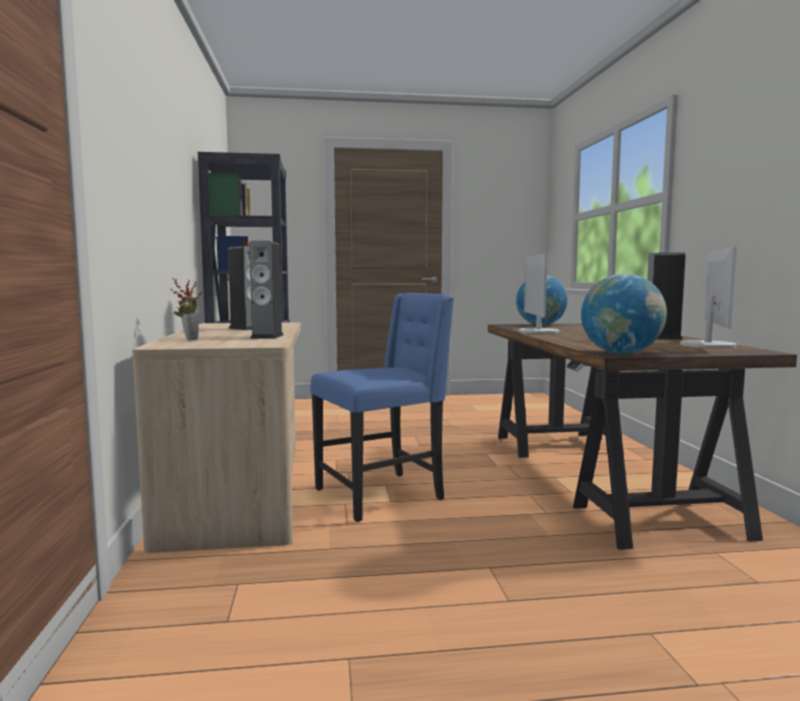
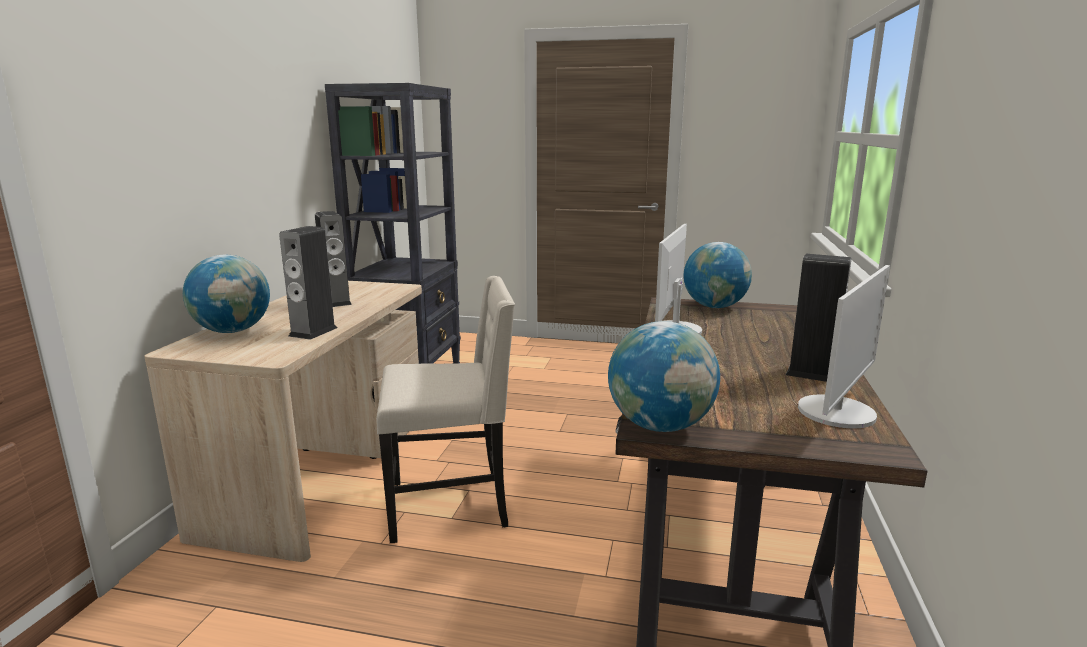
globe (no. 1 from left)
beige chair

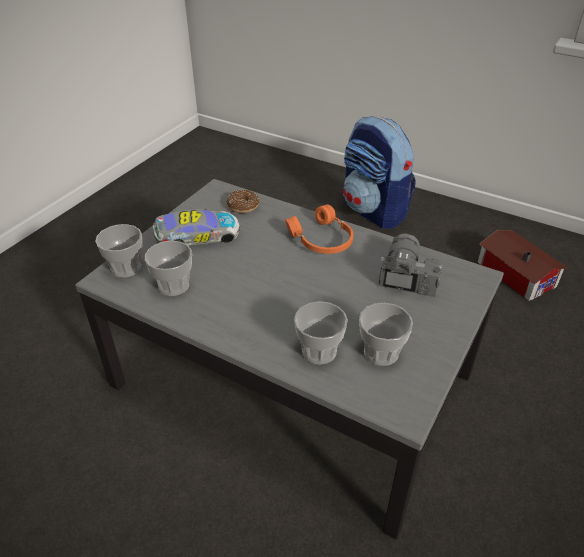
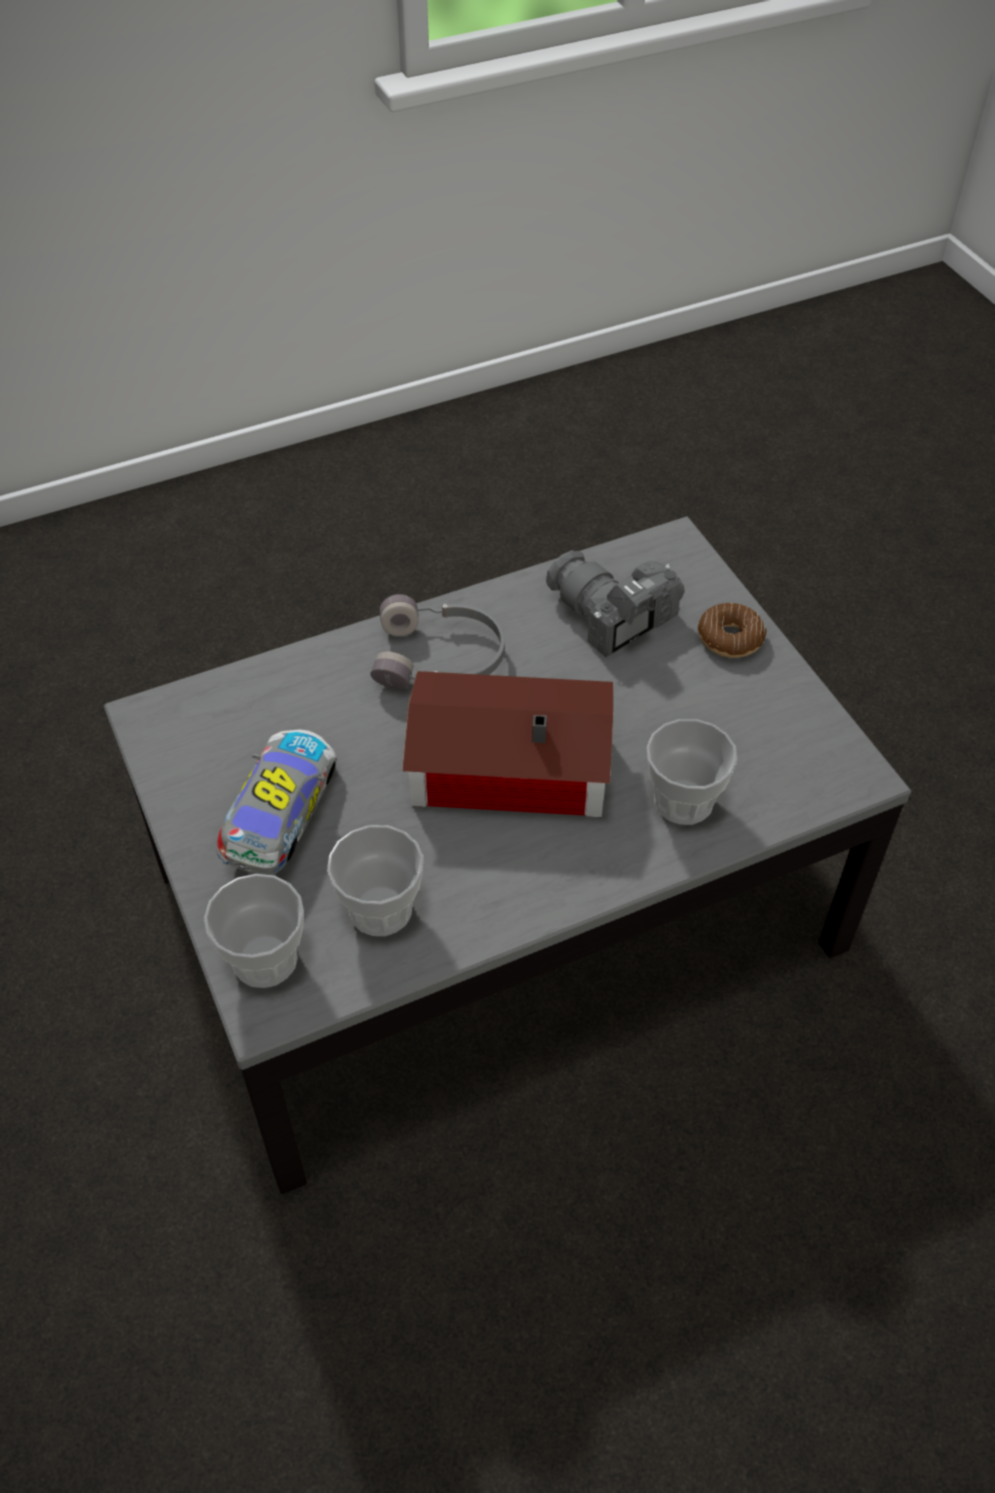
backpack
donut
grey headphones
toy house
cup (no. 4 from left in the first image)

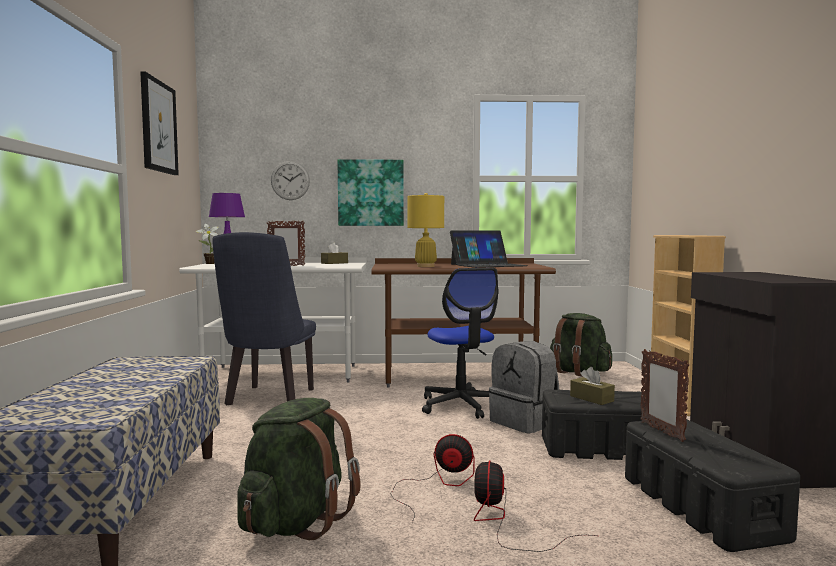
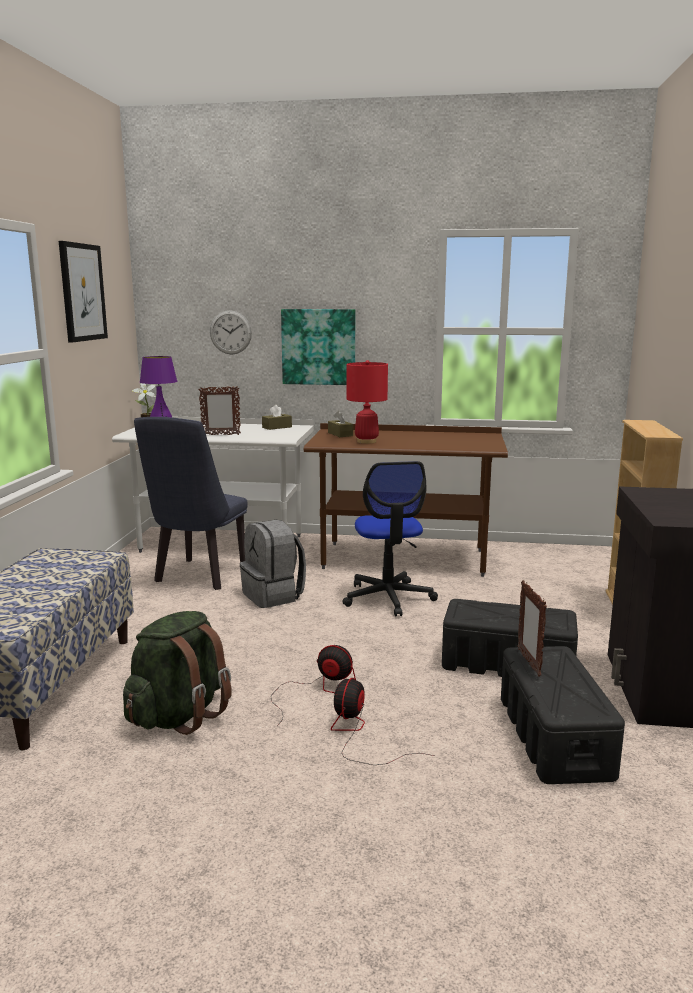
red table lamp
laptop
green backpack (no. 2 from left in the first image)
grey backpack
brown tissue box (no. 2 from left)

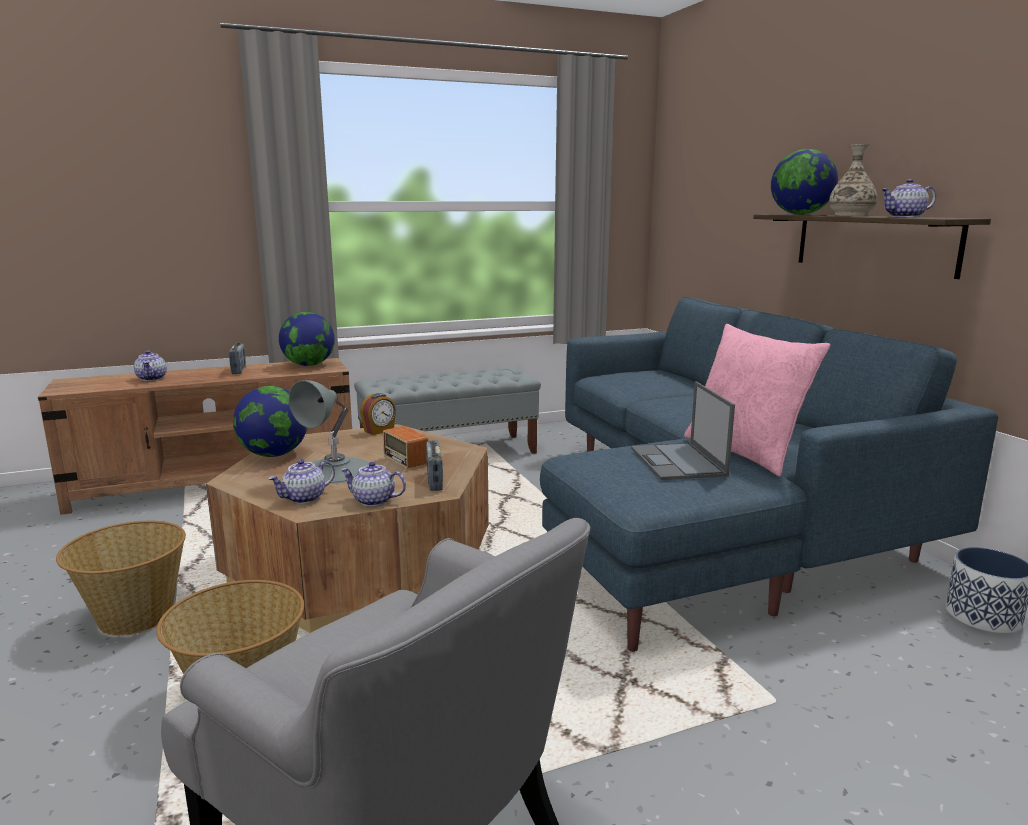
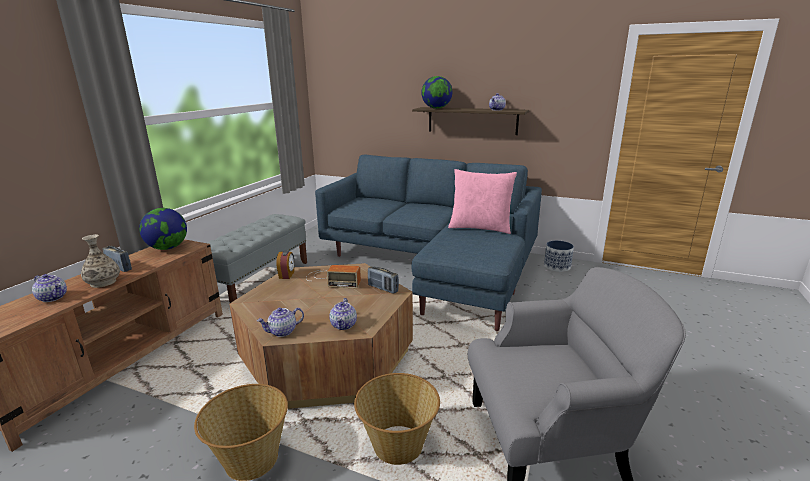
vase
grey table lamp
laptop
globe (no. 1 from left in the first image)
teapot (no. 2 from left)

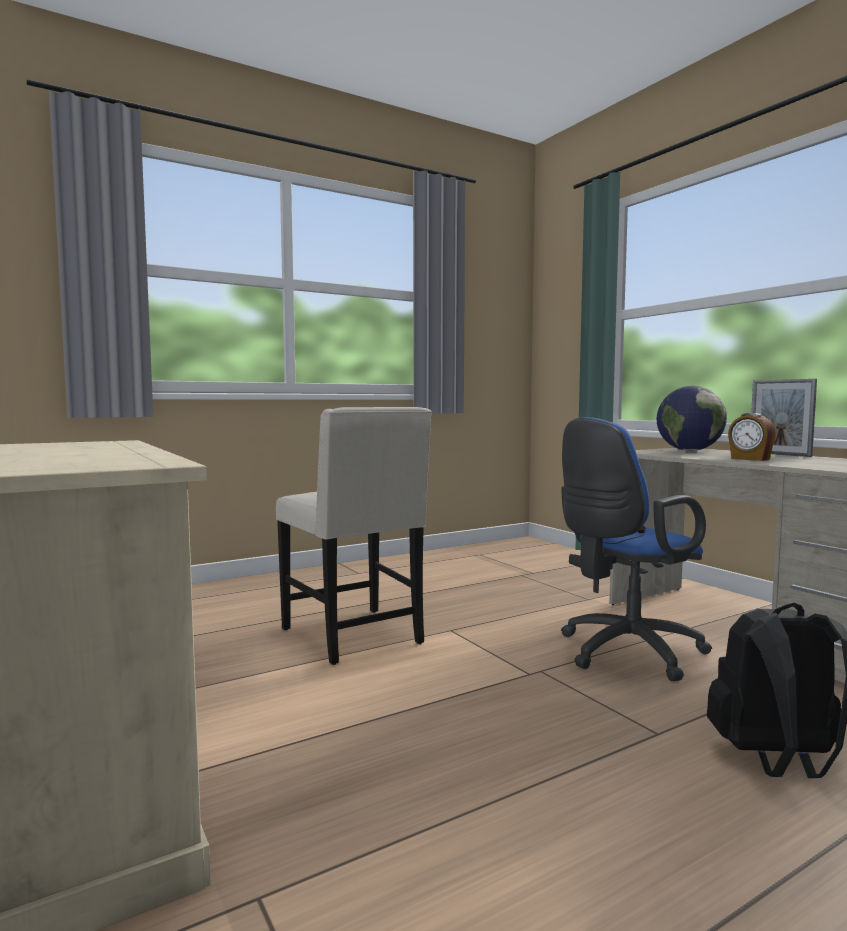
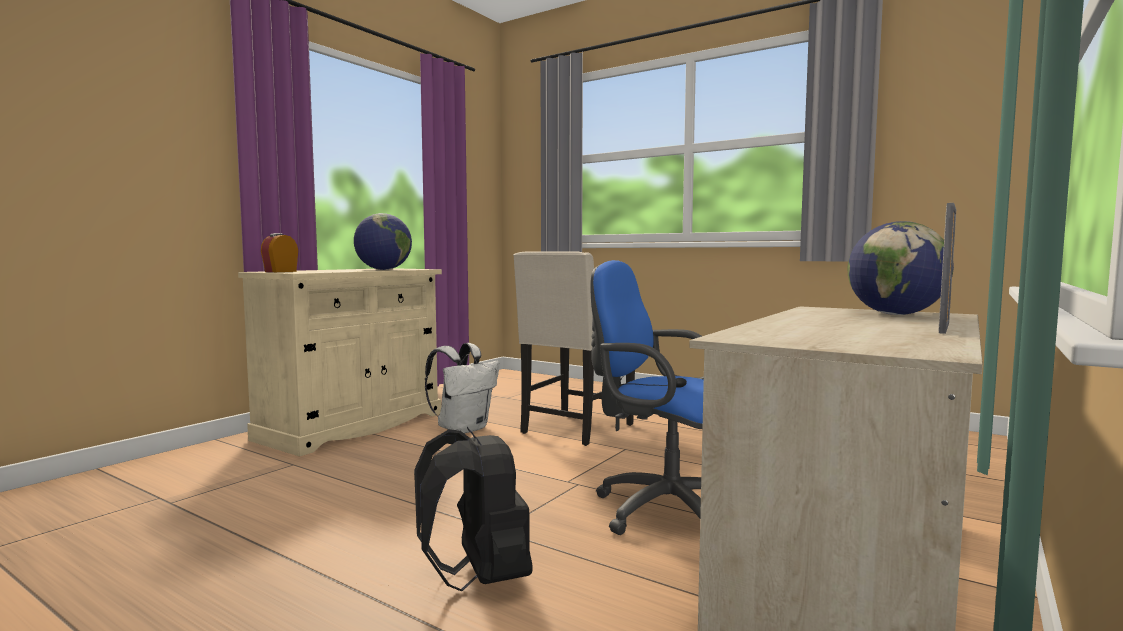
alarm clock
globe (no. 1 from left)
white backpack

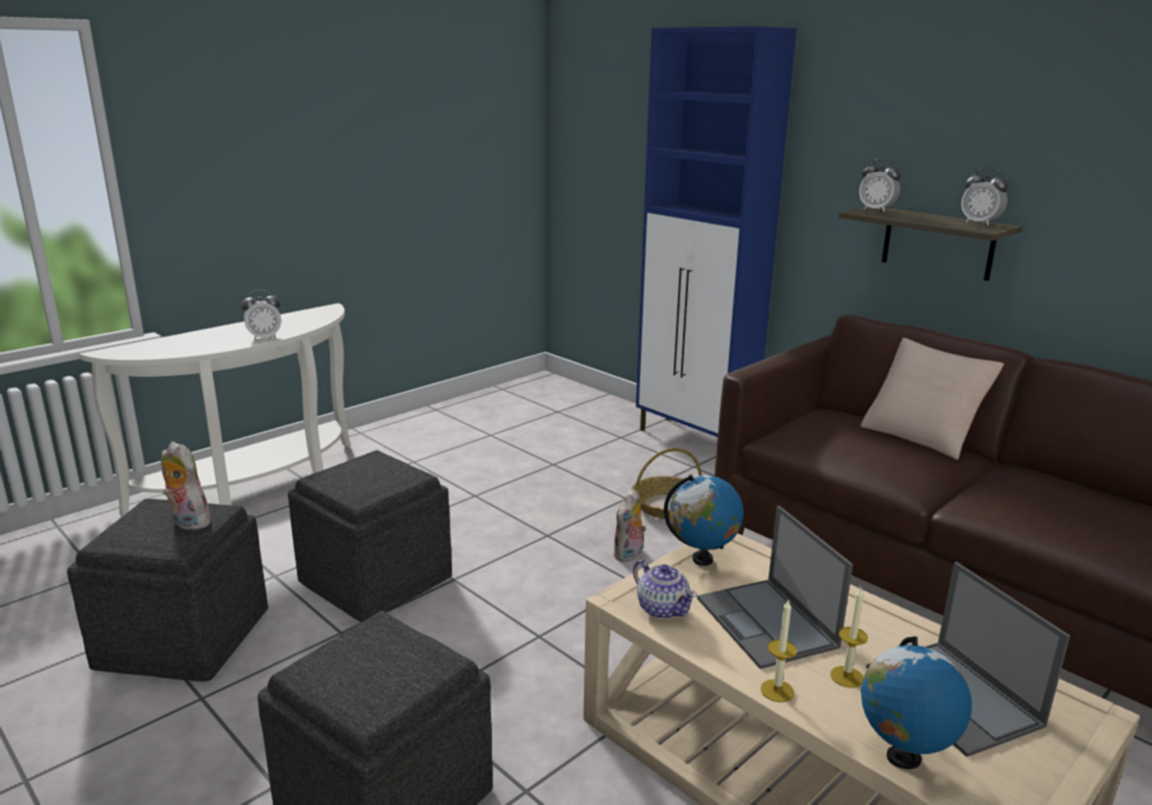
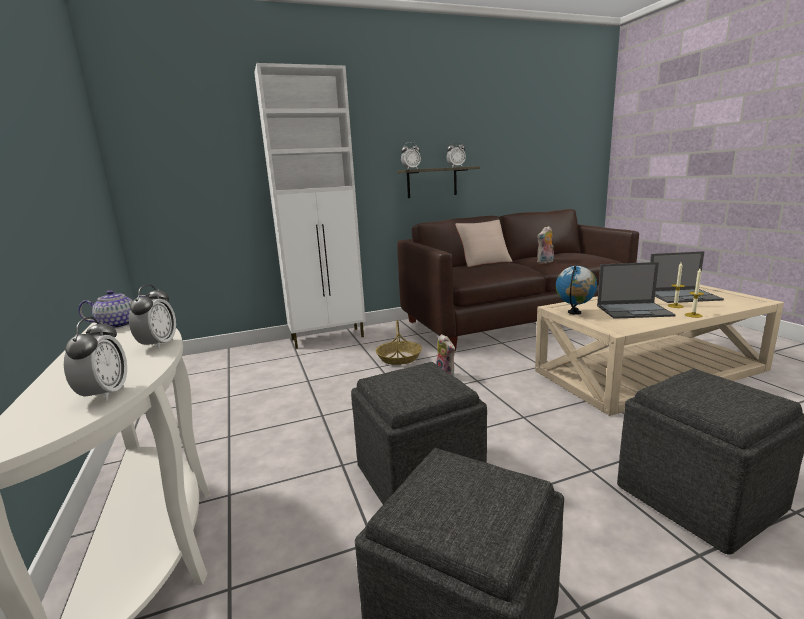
white cabinet
plush toy (no. 2 from left)
teapot
globe (no. 2 from left in the first image)
alarm clock (no. 1 from left)

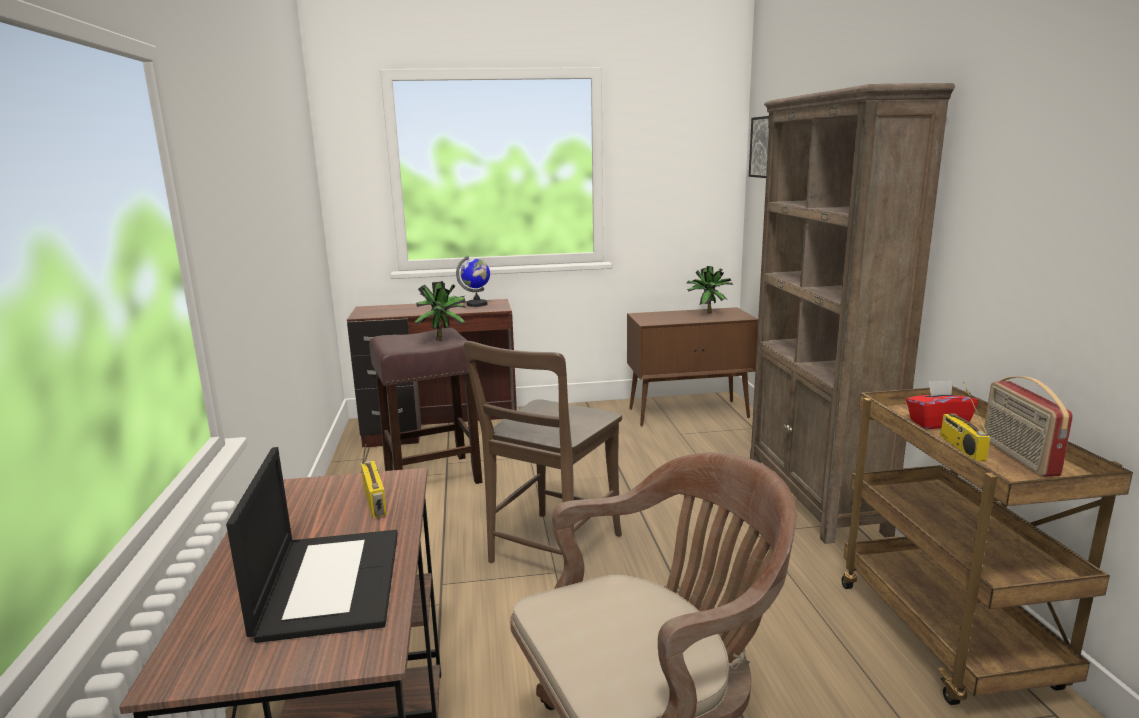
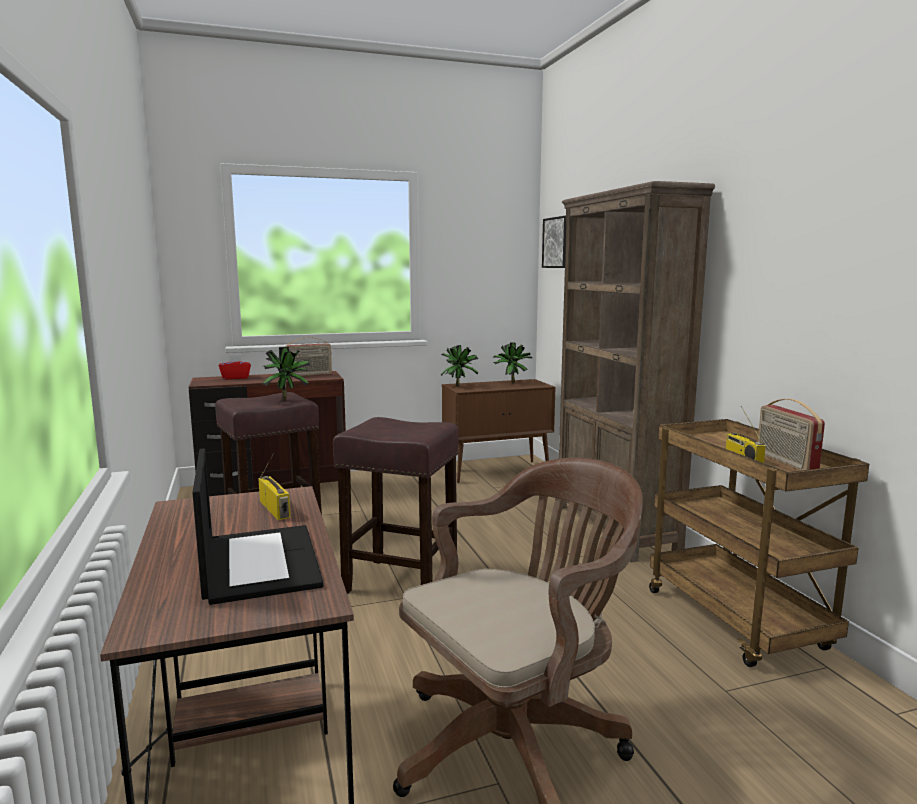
radio (no. 2 from left)
brown stool (no. 2 from left)
red tissue box
potted plant (no. 2 from left)

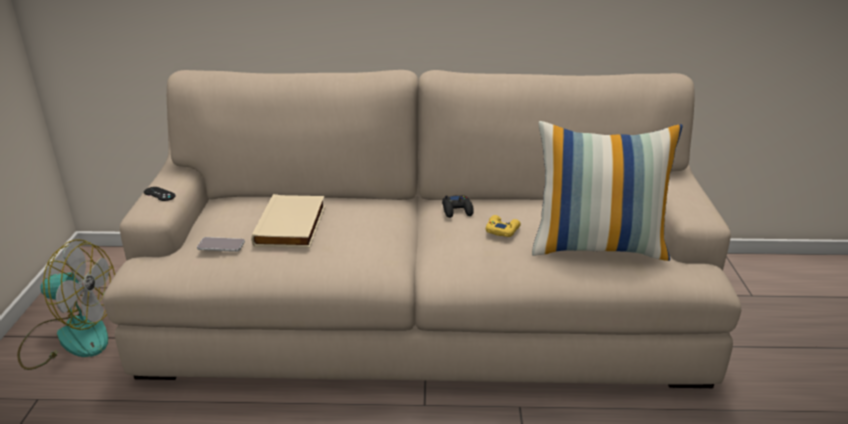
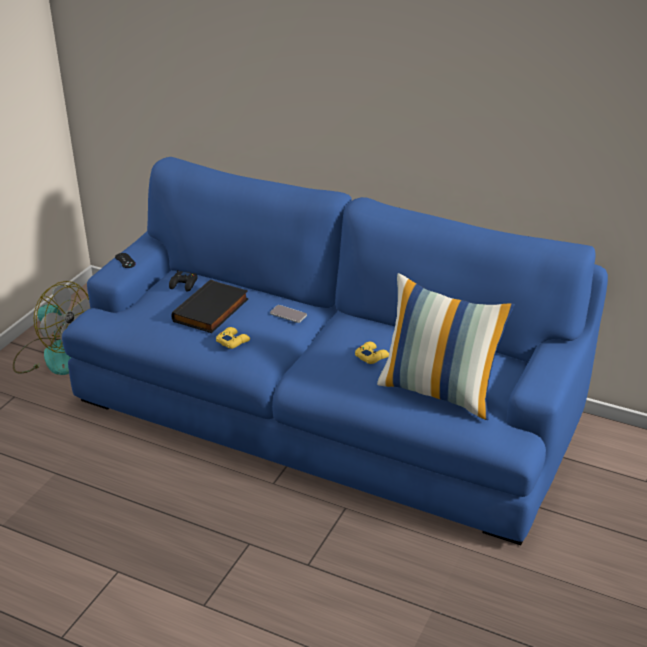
blue sofa
black book
black game controller (no. 2 from left)
phone
yellow game controller (no. 1 from left)

